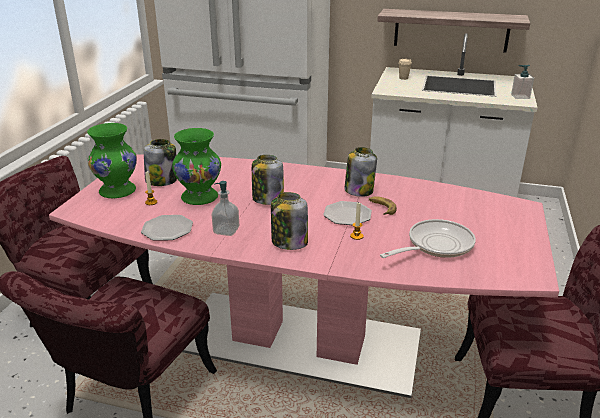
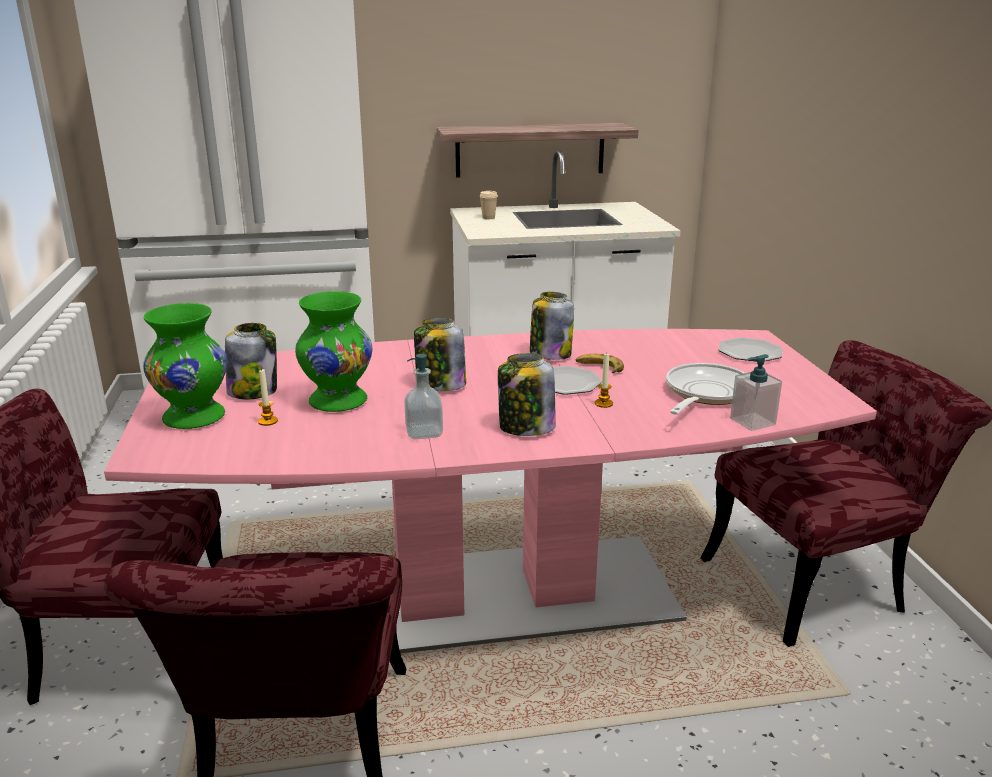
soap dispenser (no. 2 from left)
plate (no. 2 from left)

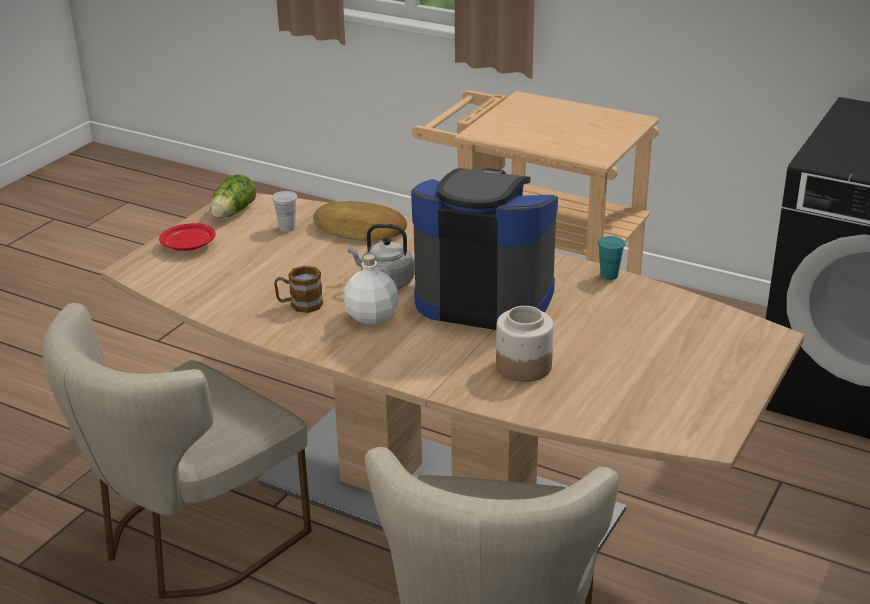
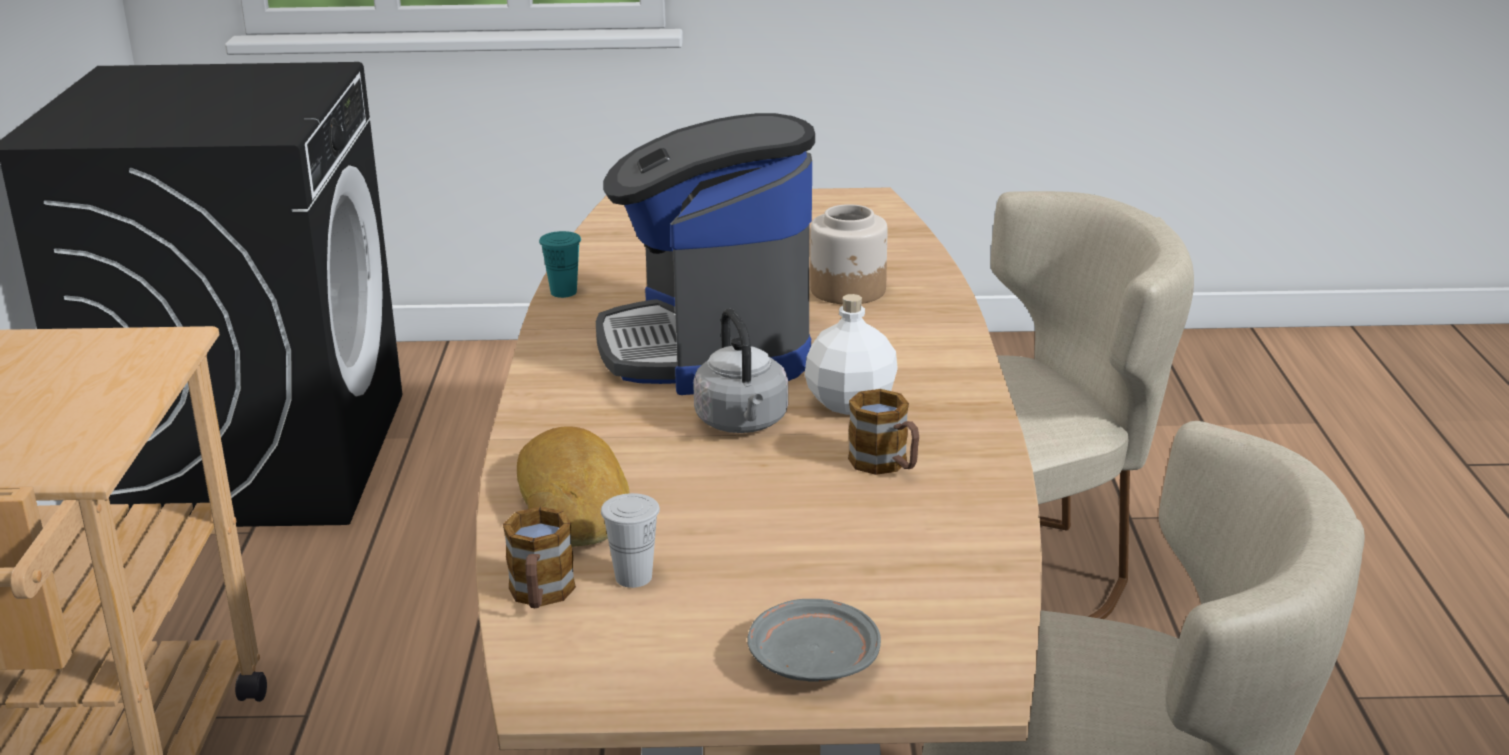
lettuce
grey plate
mug (no. 1 from left)

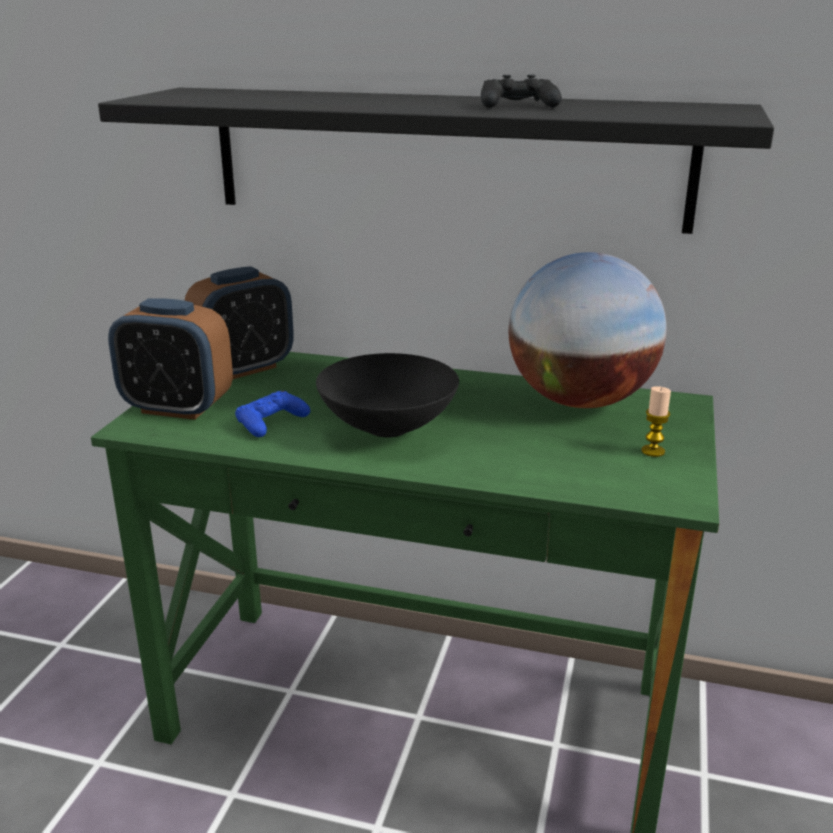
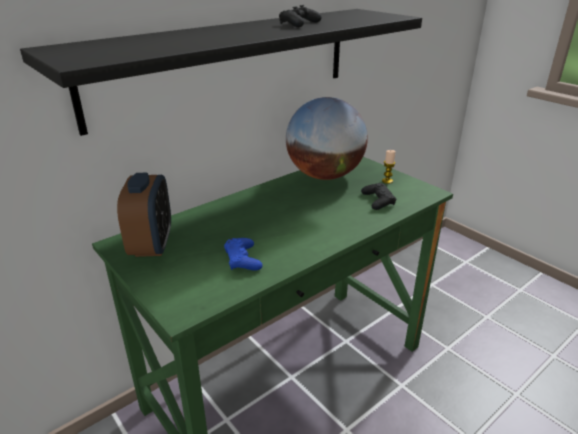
alarm clock (no. 1 from left in the first image)
black bowl
black game controller (no. 2 from left)

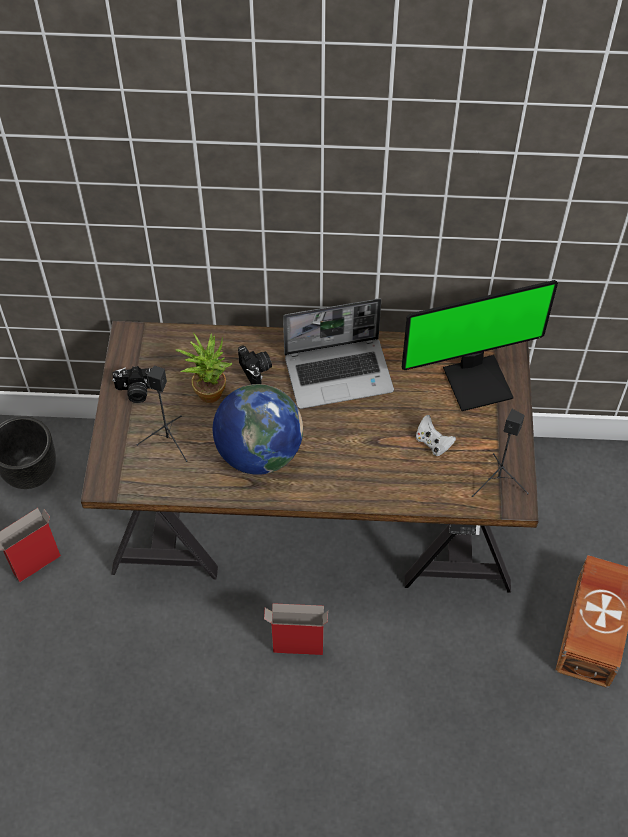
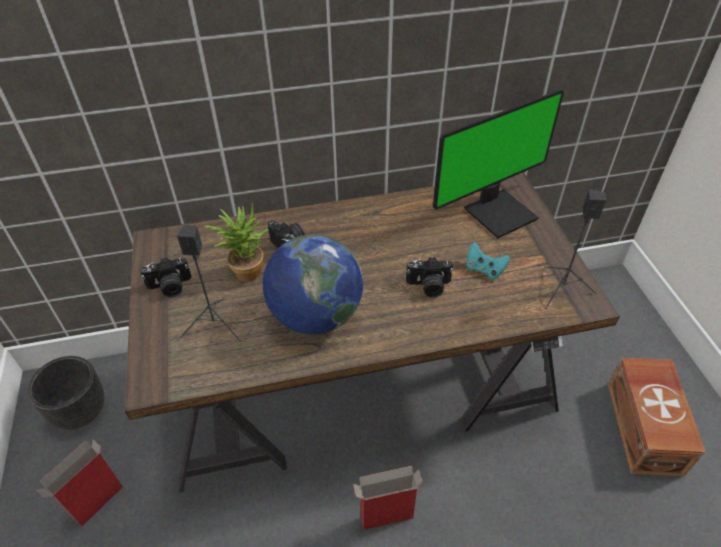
laptop
turquoise game controller
photo camera (no. 3 from left)

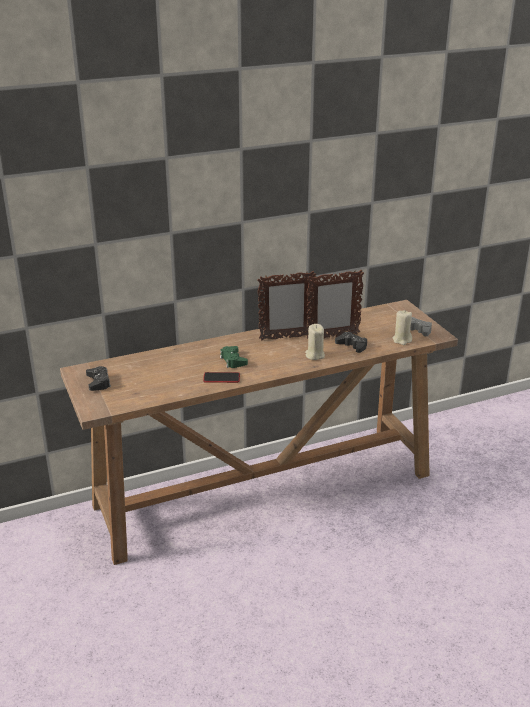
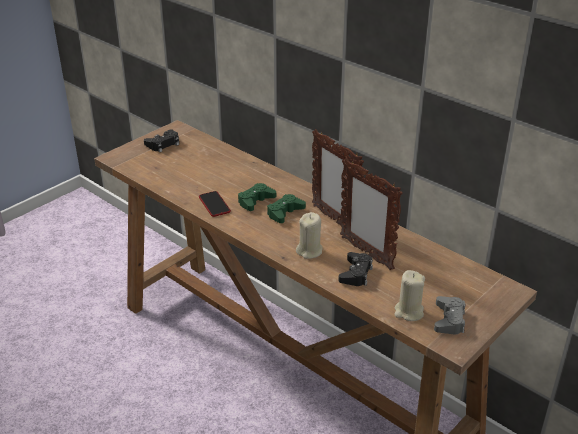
green game controller (no. 2 from left)

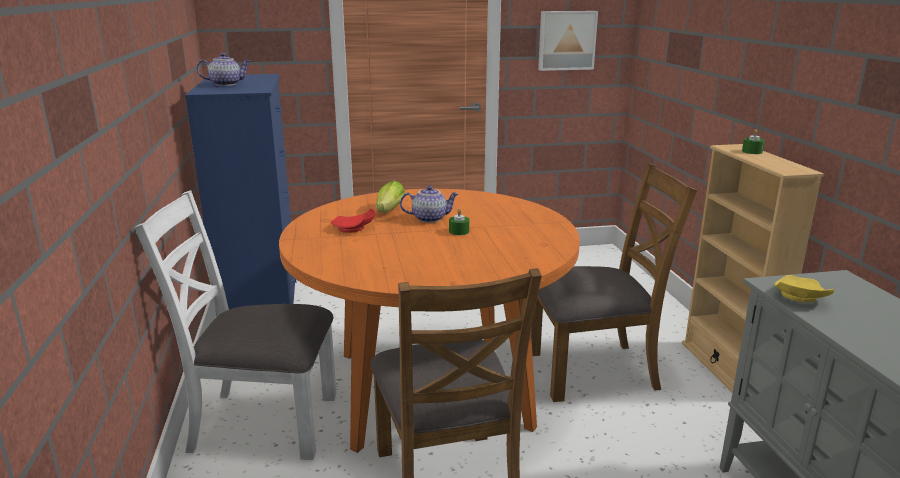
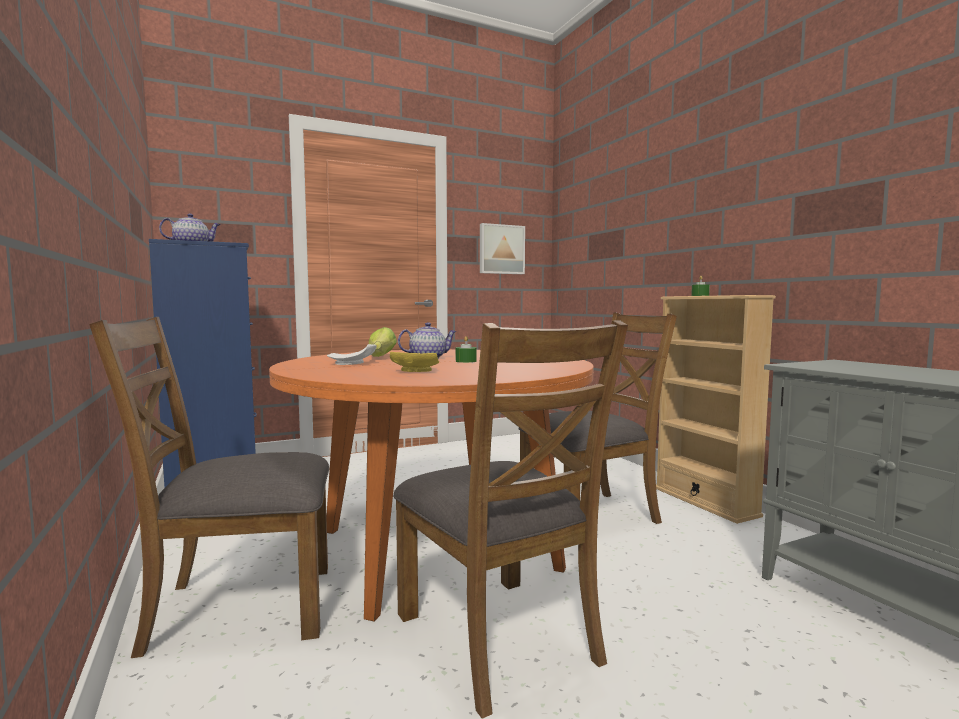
brown chair (no. 1 from left)
white plate
yellow plate

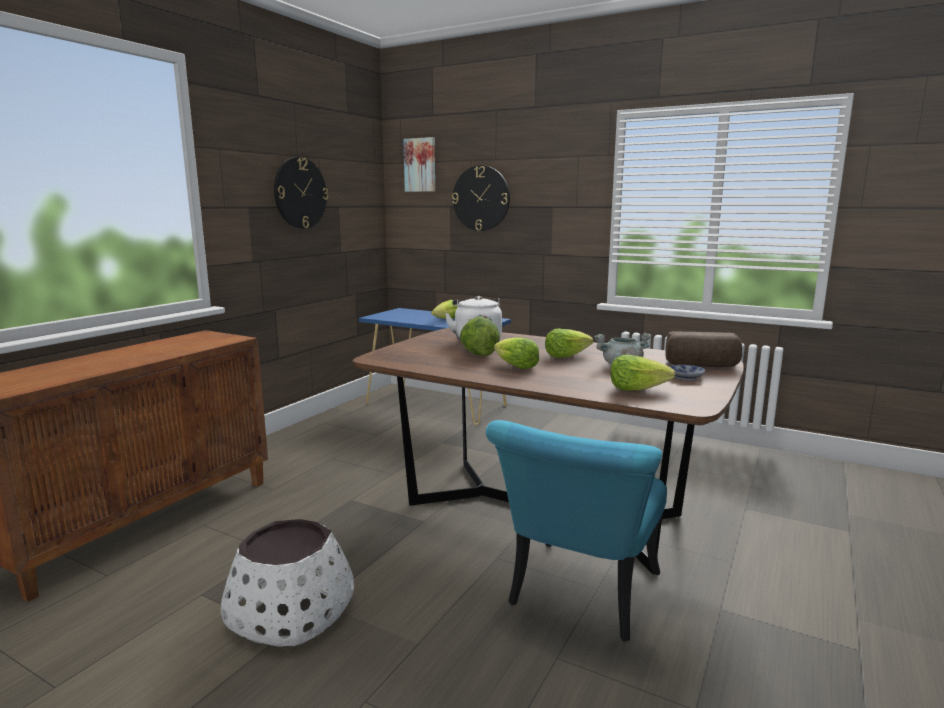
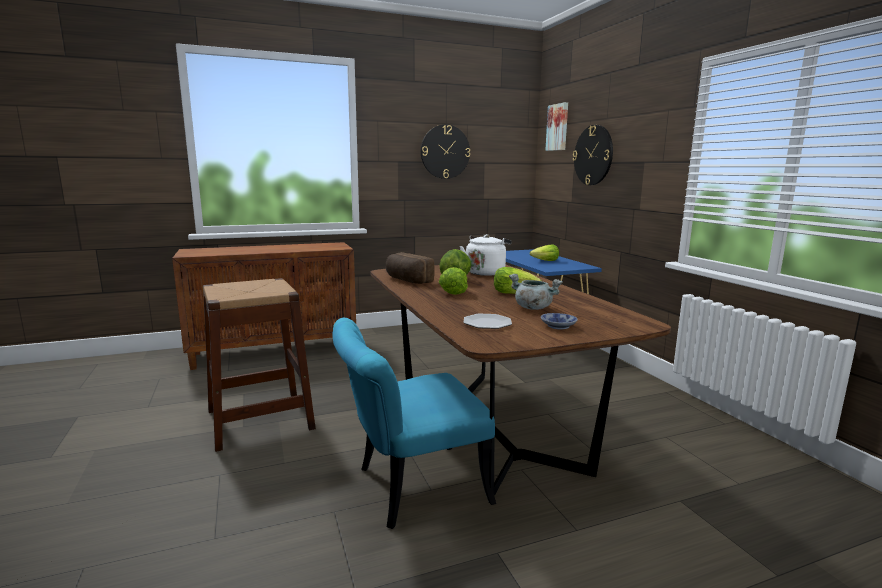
bread
plate
brown stool

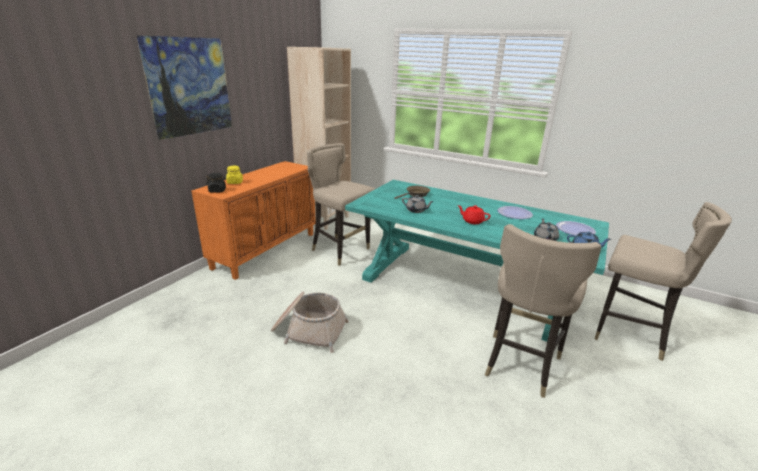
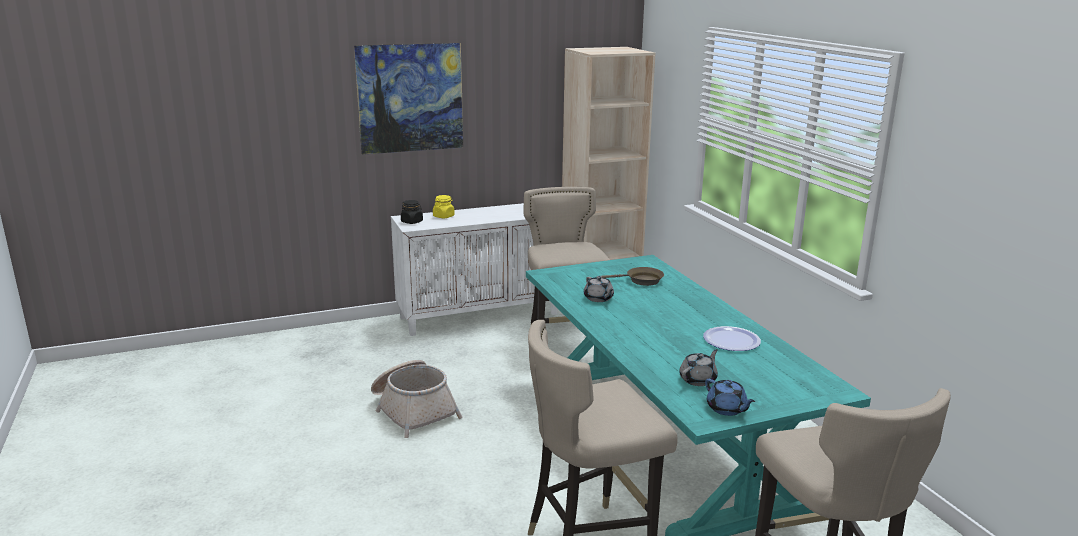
white cabinet
red teapot
plate (no. 2 from left in the first image)

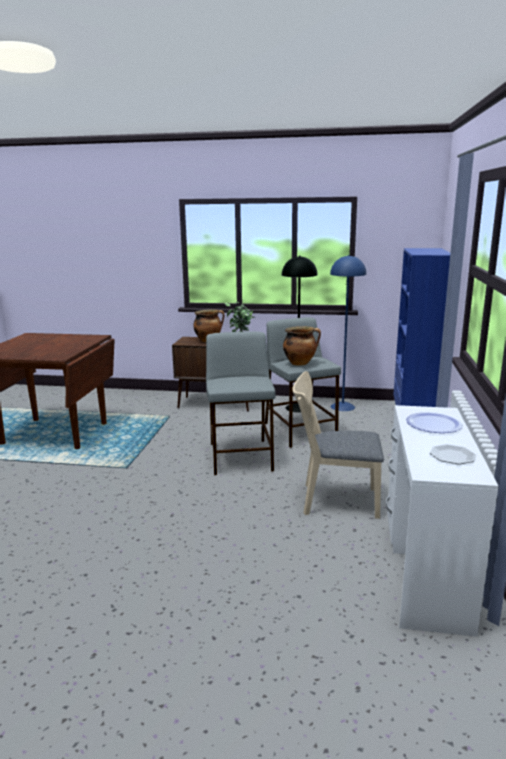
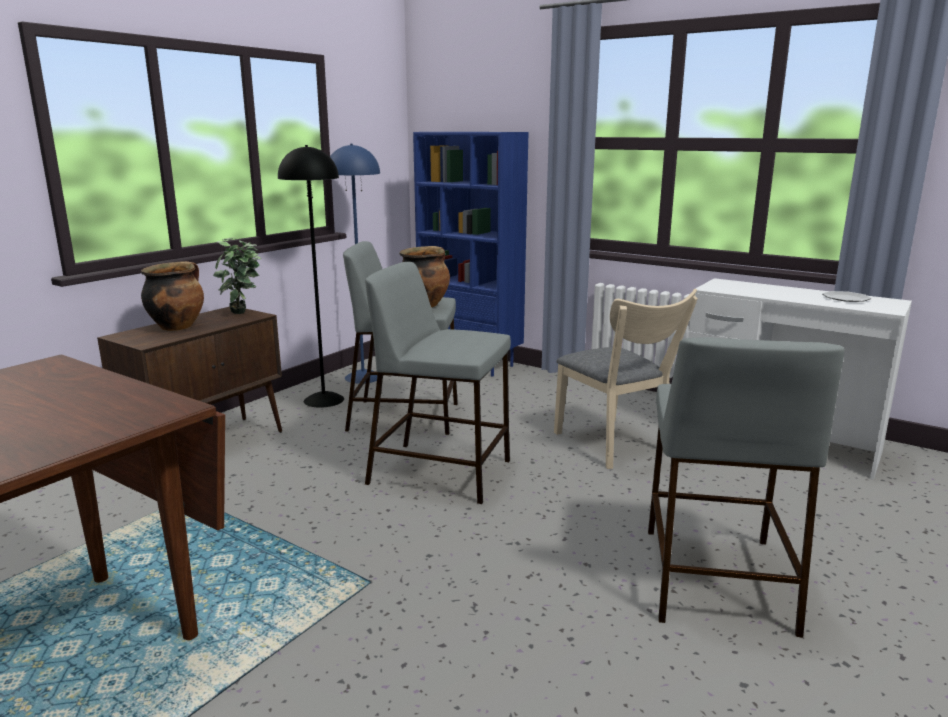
beige chair
plate (no. 1 from left in the first image)
grey stool (no. 3 from left)

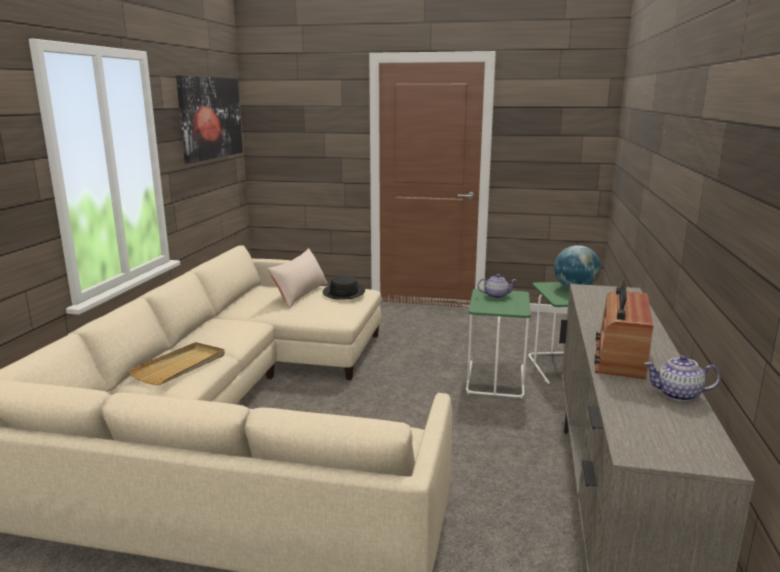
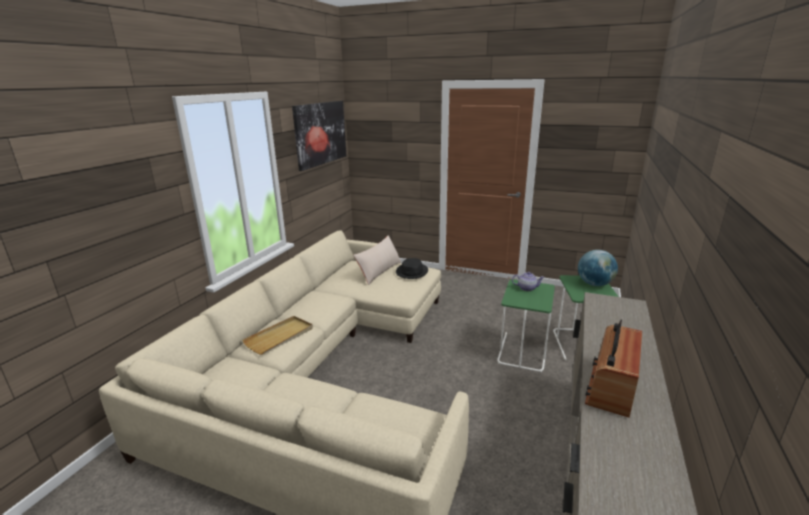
teapot (no. 2 from left in the first image)

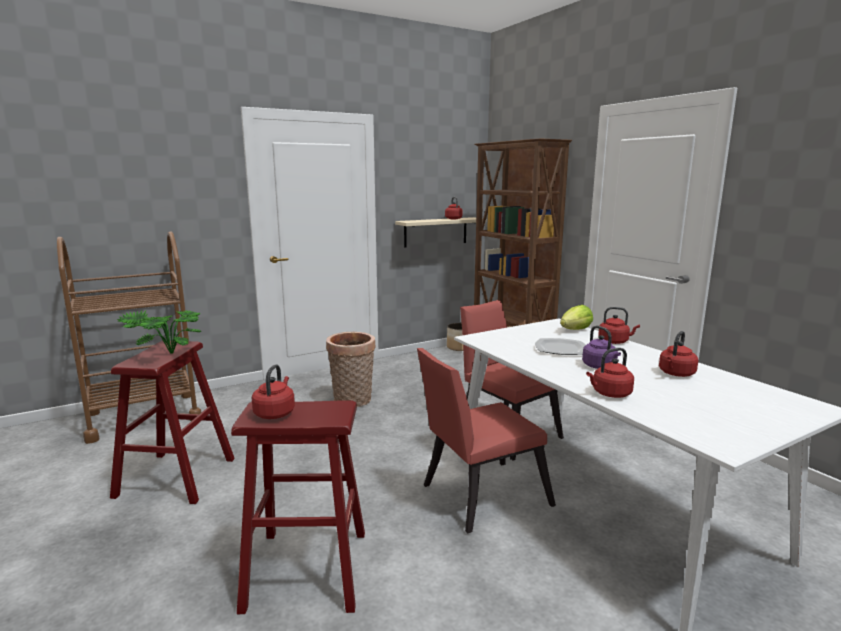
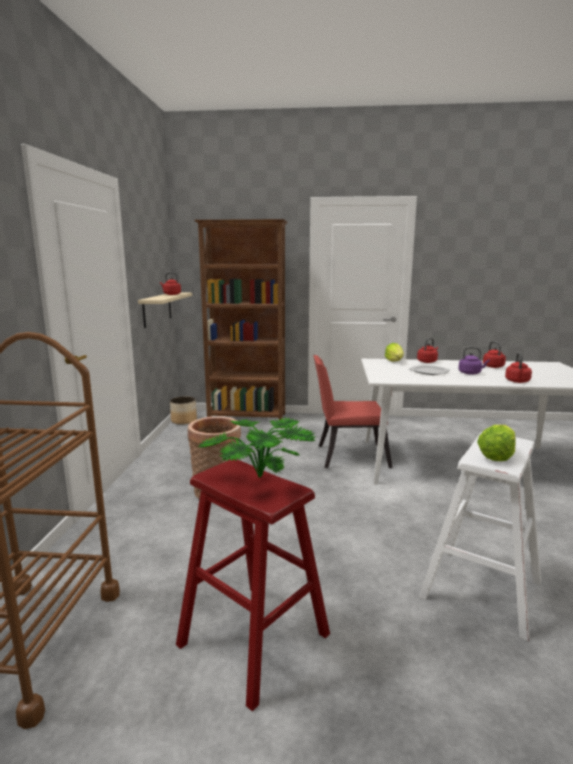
red chair (no. 1 from left in the first image)
lettuce (no. 2 from left)
white stool

